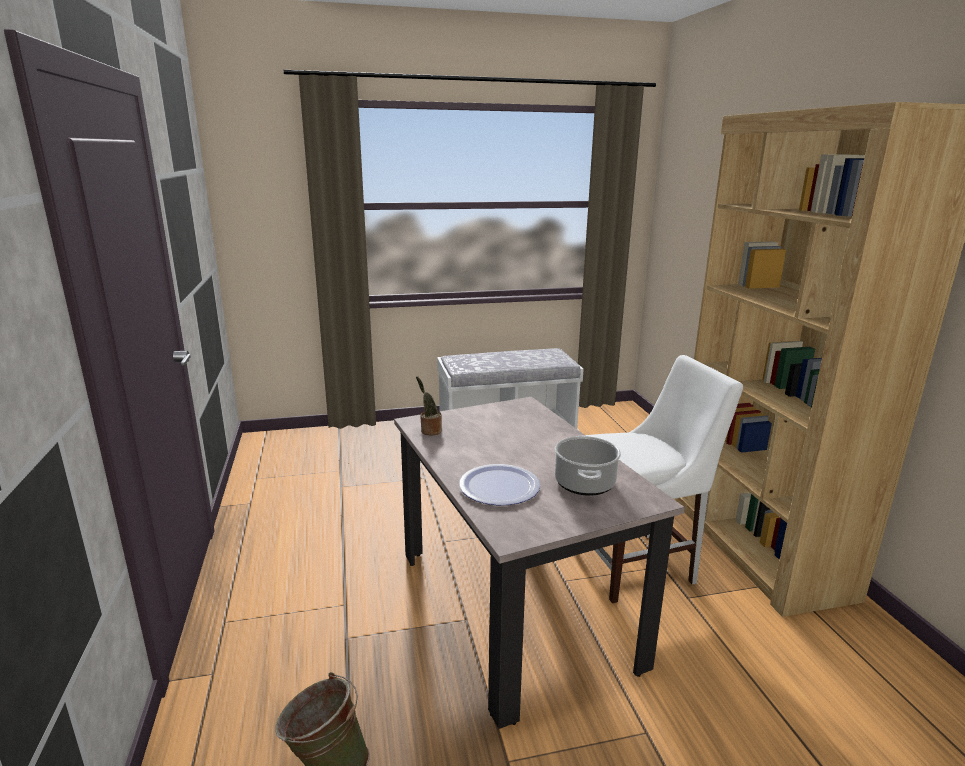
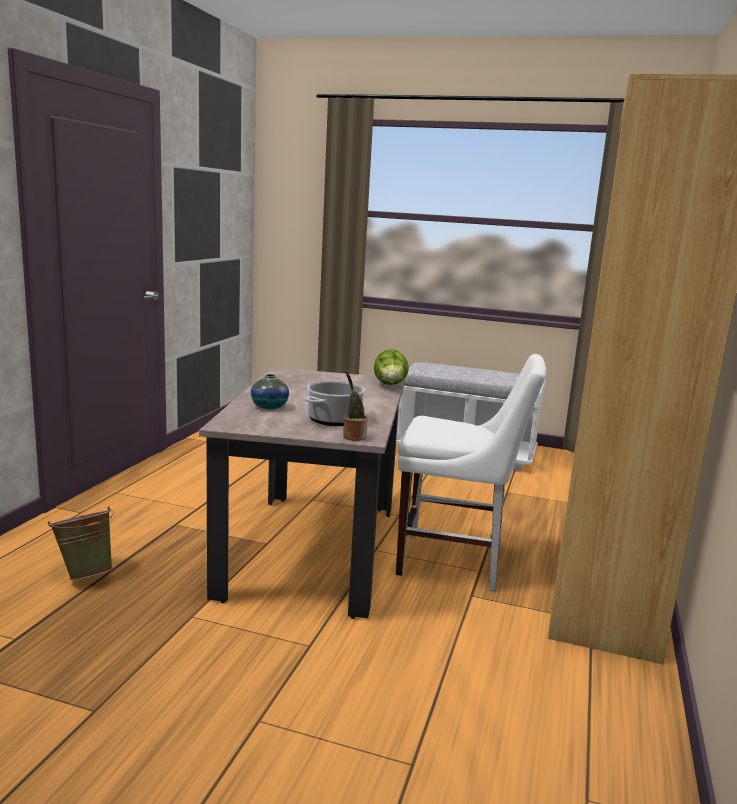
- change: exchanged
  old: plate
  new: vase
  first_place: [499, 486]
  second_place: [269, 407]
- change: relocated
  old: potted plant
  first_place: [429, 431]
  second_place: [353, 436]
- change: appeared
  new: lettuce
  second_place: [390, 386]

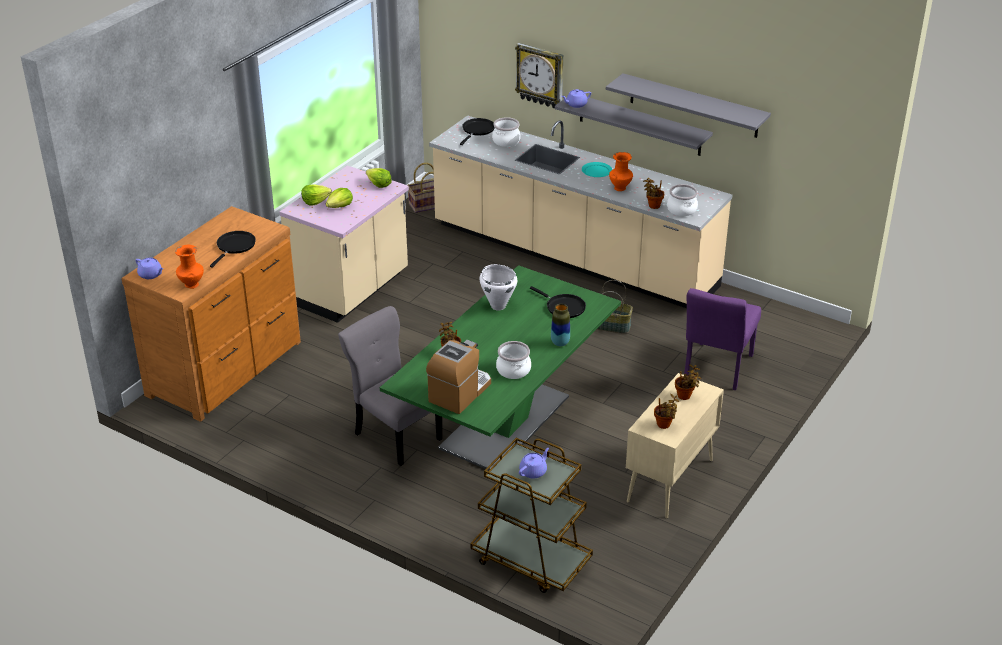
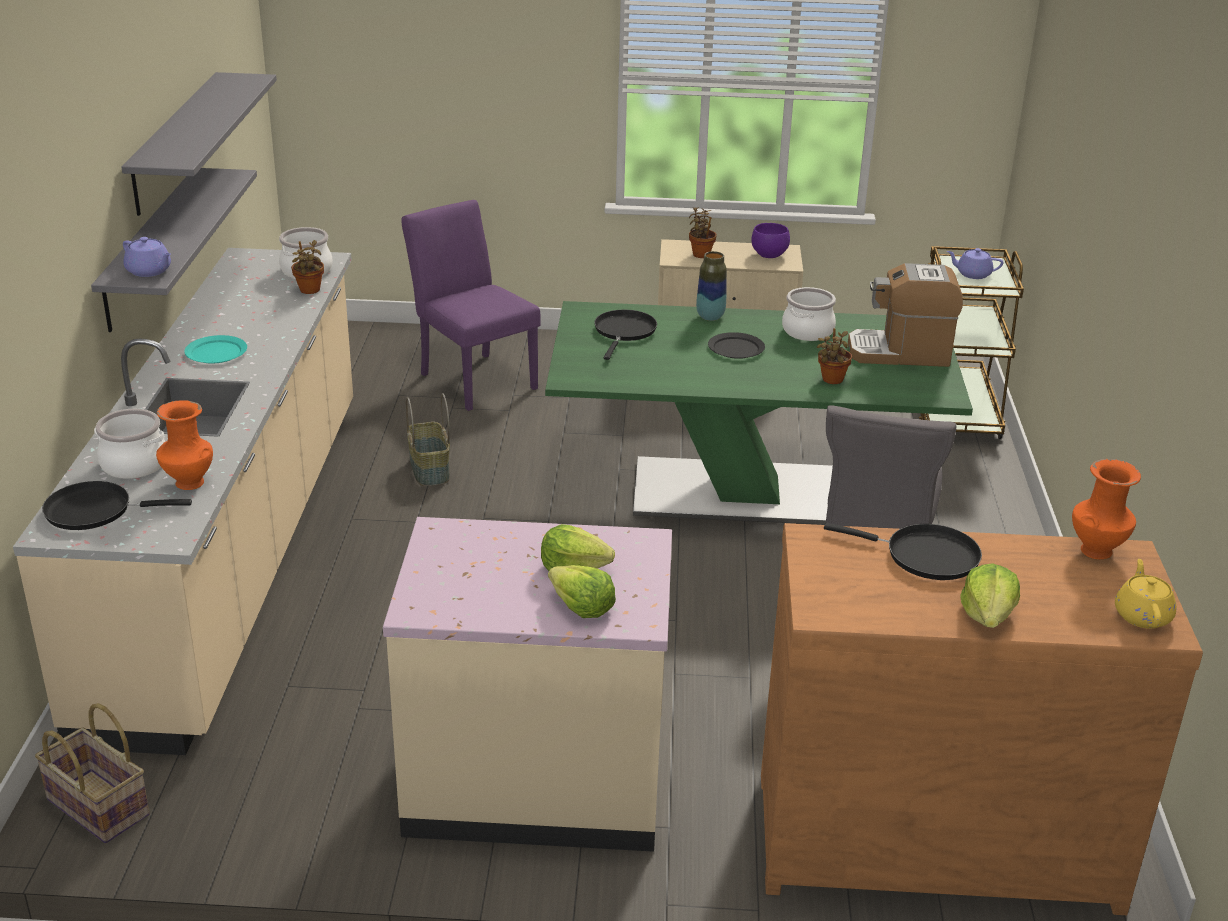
- change: relocated
  old: orange vase
  first_place: [620, 188]
  second_place: [188, 483]
- change: spun
  old: purple chair
  first_place: [716, 370]
  second_place: [473, 378]
  degrees: -120
- change: appeared
  new: black plate
  second_place: [735, 348]
- change: exchanged
  old: potted plant
  new: purple bowl
  first_place: [664, 425]
  second_place: [768, 255]
- change: spun
  old: black frying pan
  first_place: [234, 246]
  second_place: [925, 556]
  degrees: -150
- change: relocated
  old: lettuce
  first_place: [379, 184]
  second_place: [988, 615]
- change: colour
  old: purple teapot
  new: yellow teapot
  first_place: [151, 275]
  second_place: [1142, 615]
- change: missing
  old: white cooking pot
  first_place: [498, 306]
- change: missing
  old: wall clock
  first_place: [540, 75]

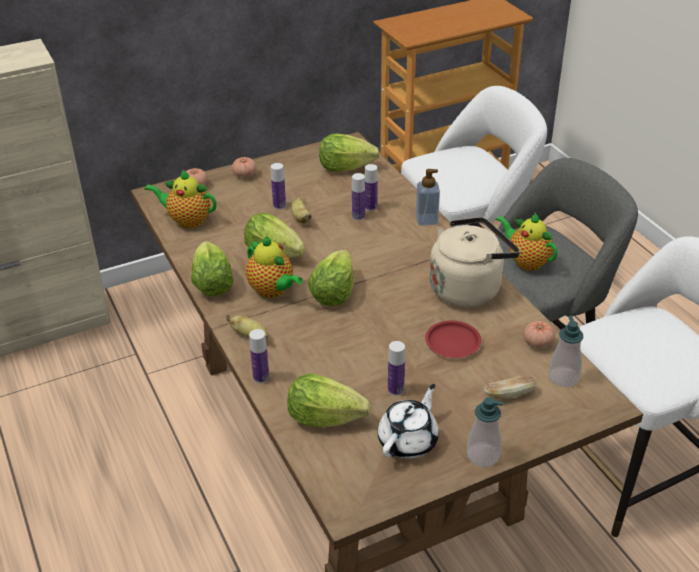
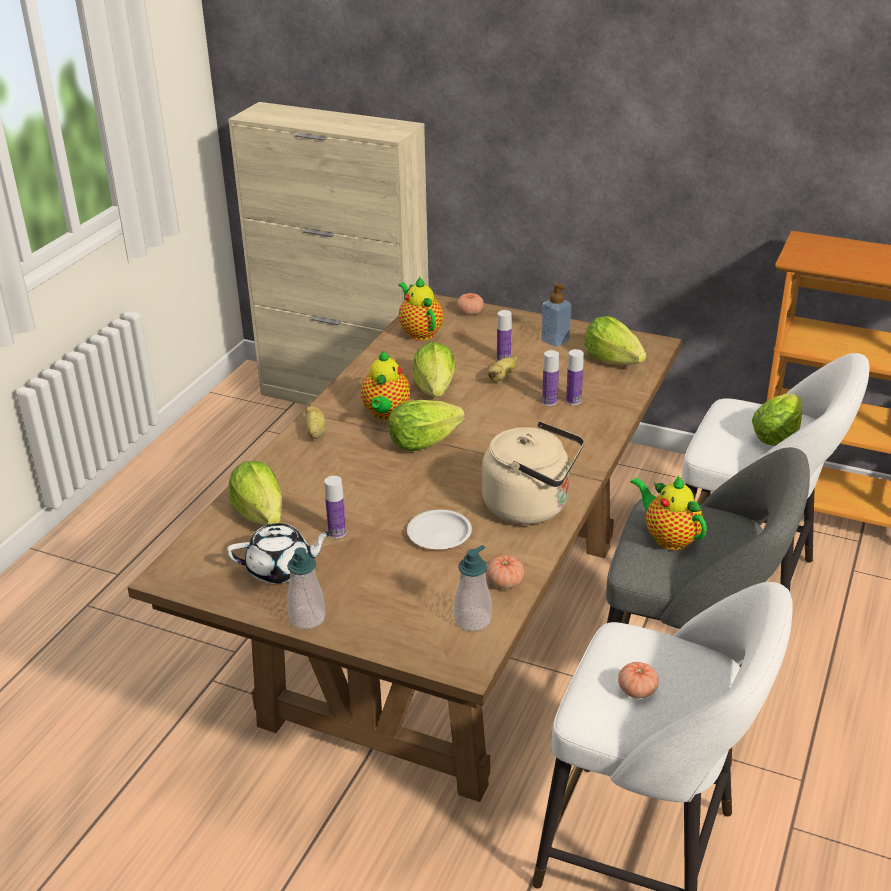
- change: colour
  old: red plate
  new: white plate
  first_place: [452, 343]
  second_place: [438, 534]
- change: relocated
  old: soap dispenser
  first_place: [426, 220]
  second_place: [555, 340]
- change: relocated
  old: tomato
  first_place: [244, 175]
  second_place: [637, 690]
- change: spun
  old: teapot
  first_place: [526, 261]
  second_place: [668, 538]
  degrees: -45
- change: relocated
  old: lettuce
  first_place: [212, 284]
  second_place: [776, 436]
- change: missing
  old: bottle
  first_place: [261, 377]
- change: missing
  old: bread
  first_place: [508, 394]

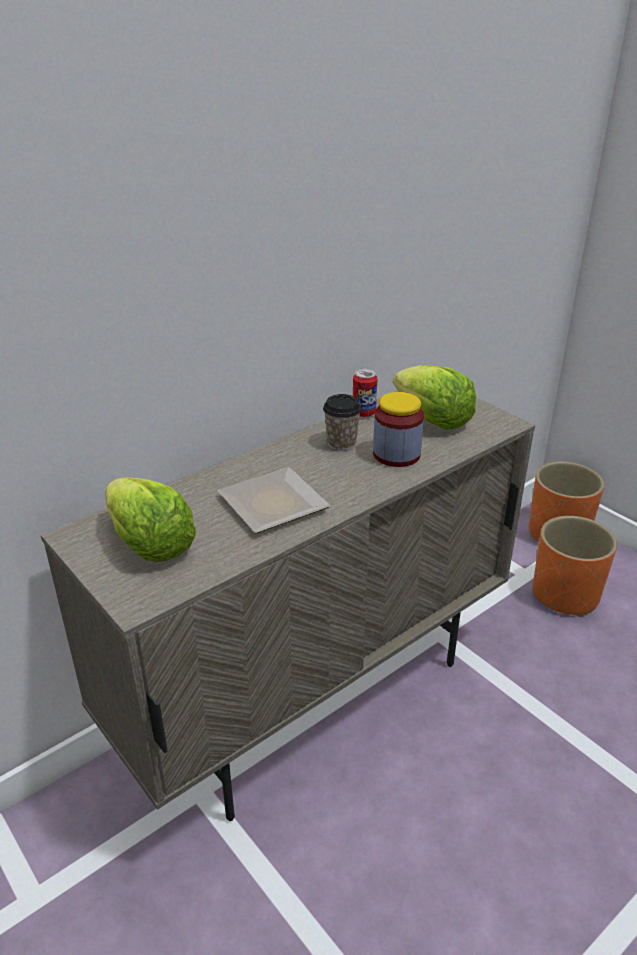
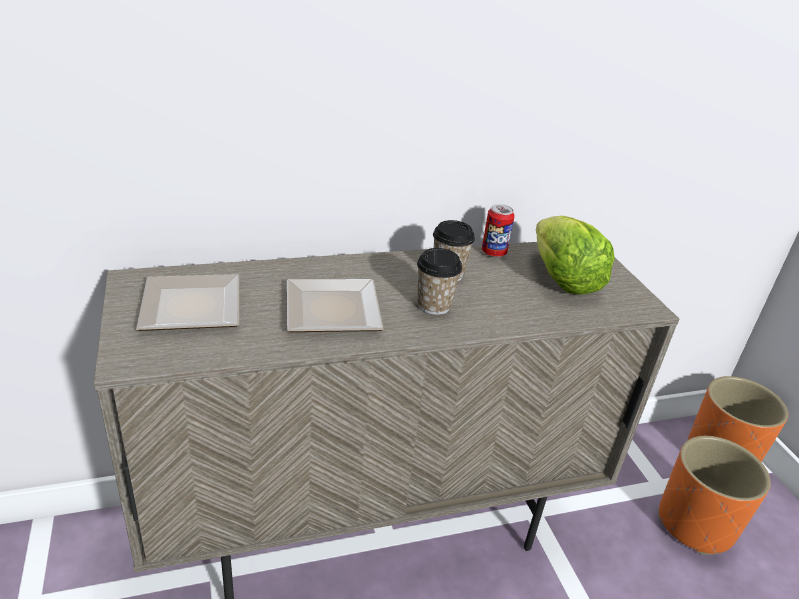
- change: exchanged
  old: lettuce
  new: plate
  first_place: [149, 544]
  second_place: [188, 309]
- change: appeared
  new: cup
  second_place: [434, 305]
- change: missing
  old: jar
  first_place: [396, 454]

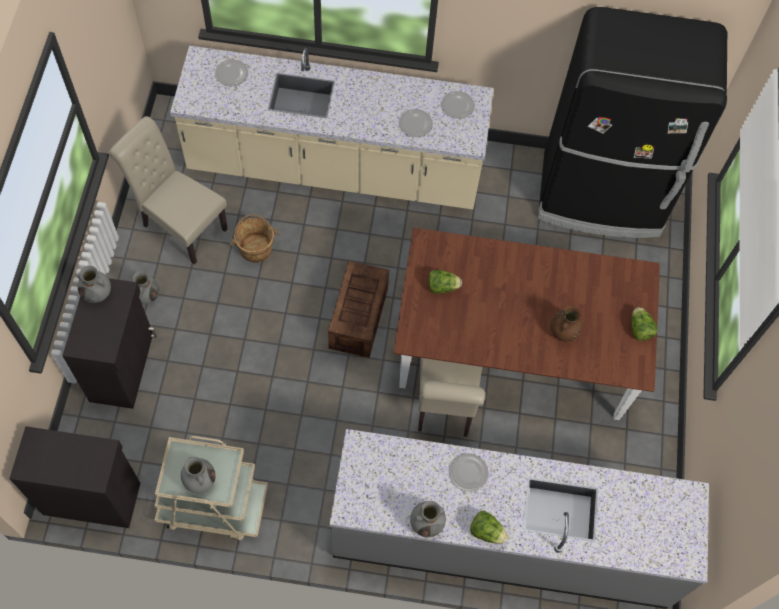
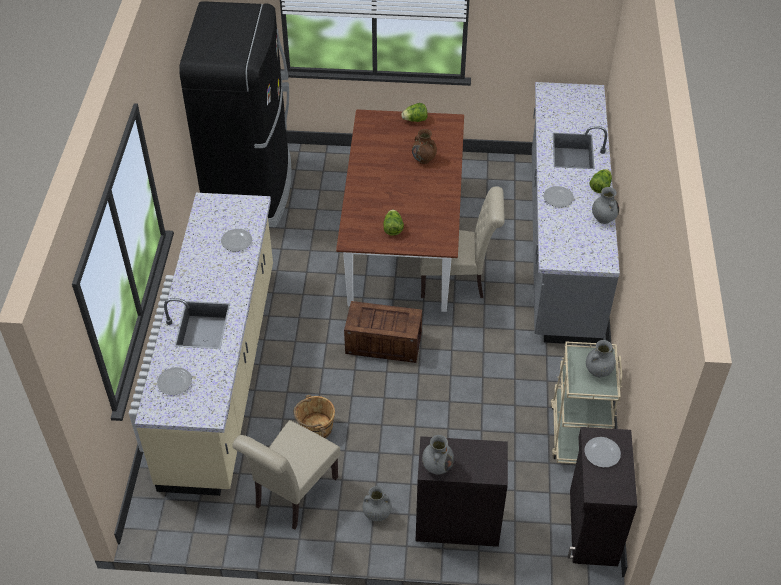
- change: relocated
  old: plate
  first_place: [457, 105]
  second_place: [601, 453]

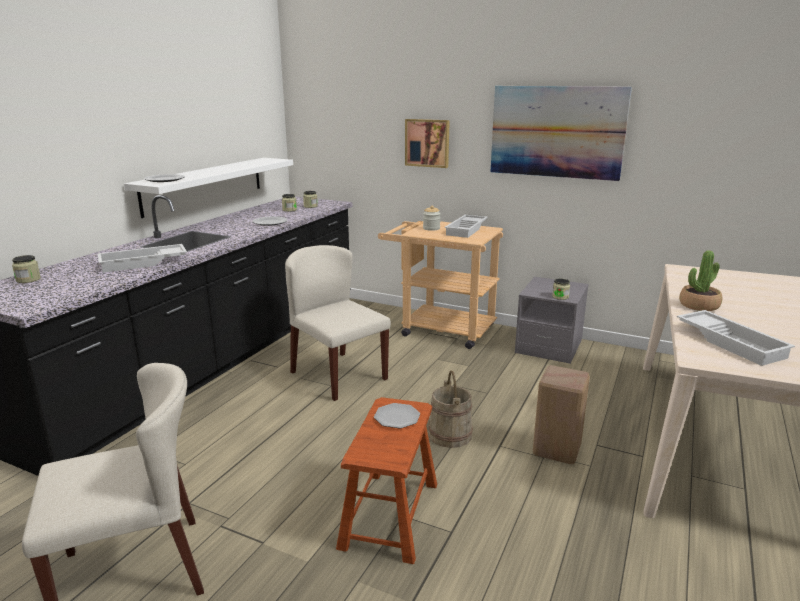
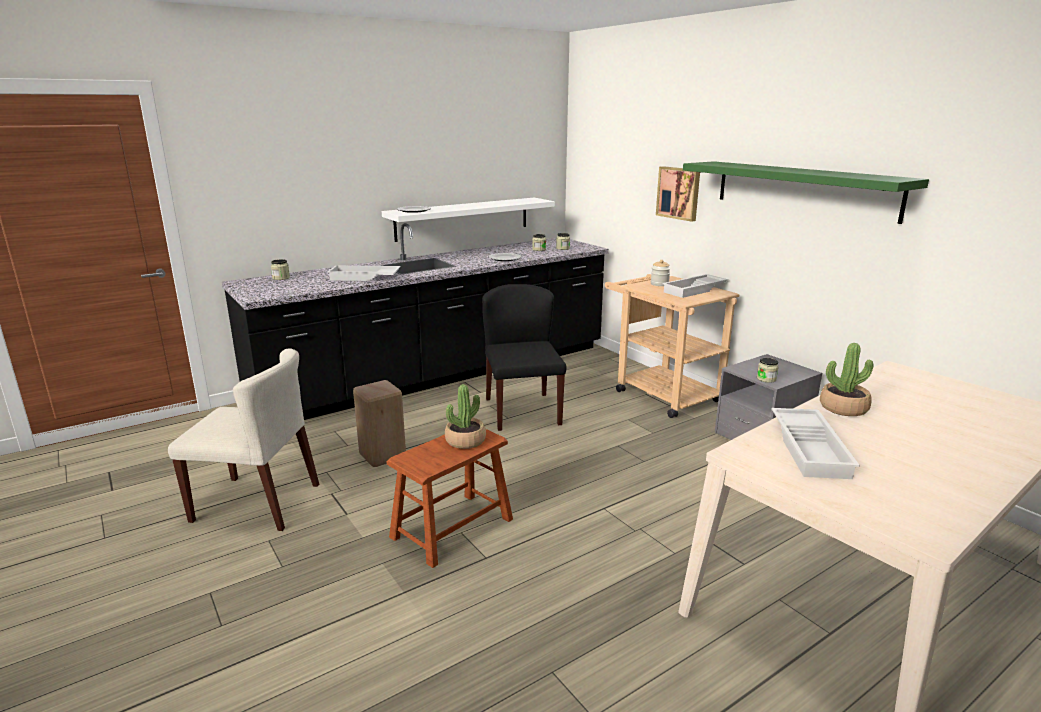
- change: relocated
  old: beige stool
  first_place: [555, 449]
  second_place: [383, 455]
- change: exchanged
  old: plate
  new: potted plant
  first_place: [396, 417]
  second_place: [465, 440]
- change: colour
  old: beige chair
  new: black chair
  first_place: [338, 375]
  second_place: [522, 411]
- change: exchanged
  old: picture
  new: green shelf
  first_place: [557, 132]
  second_place: [803, 189]
- change: missing
  old: beige bucket
  first_place: [450, 435]

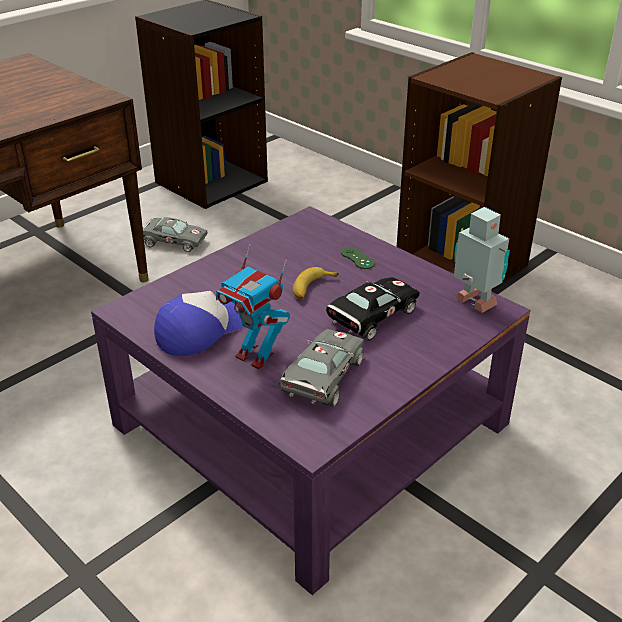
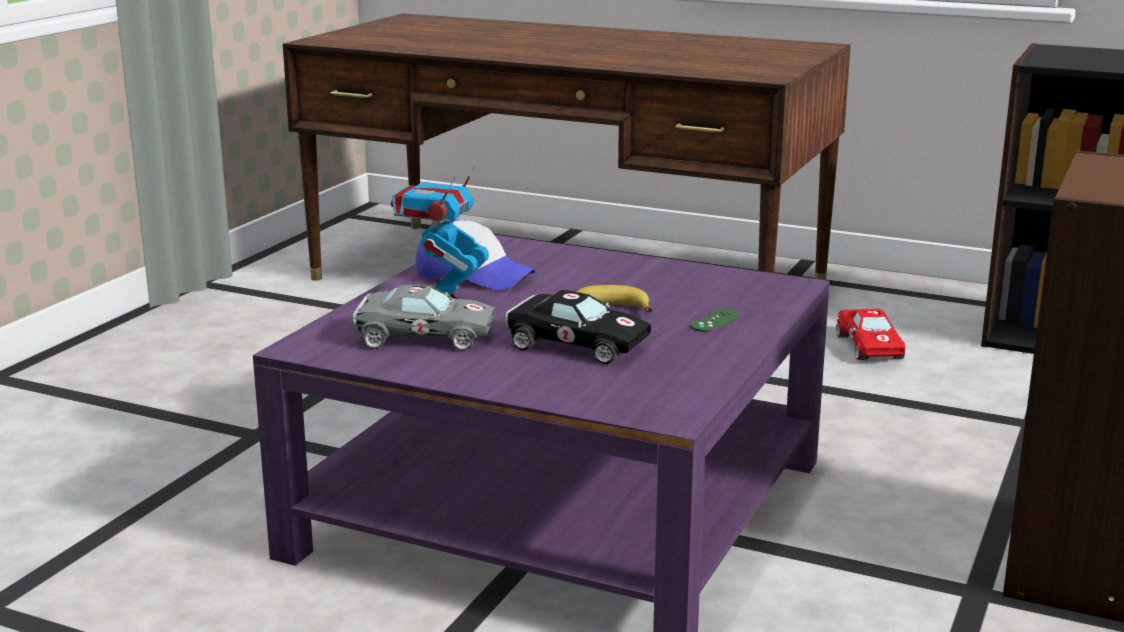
- change: colour
  old: grey toy car
  new: red toy car
  first_place: [172, 241]
  second_place: [869, 346]
- change: missing
  old: toy robot
  first_place: [474, 304]

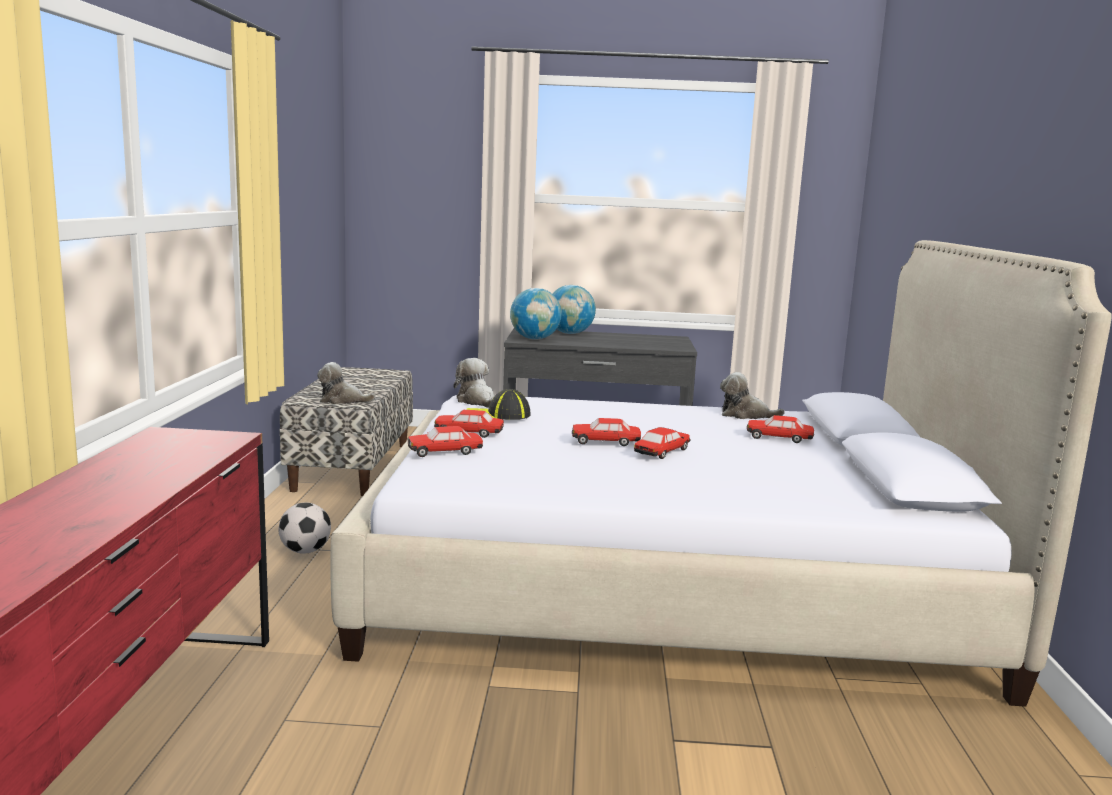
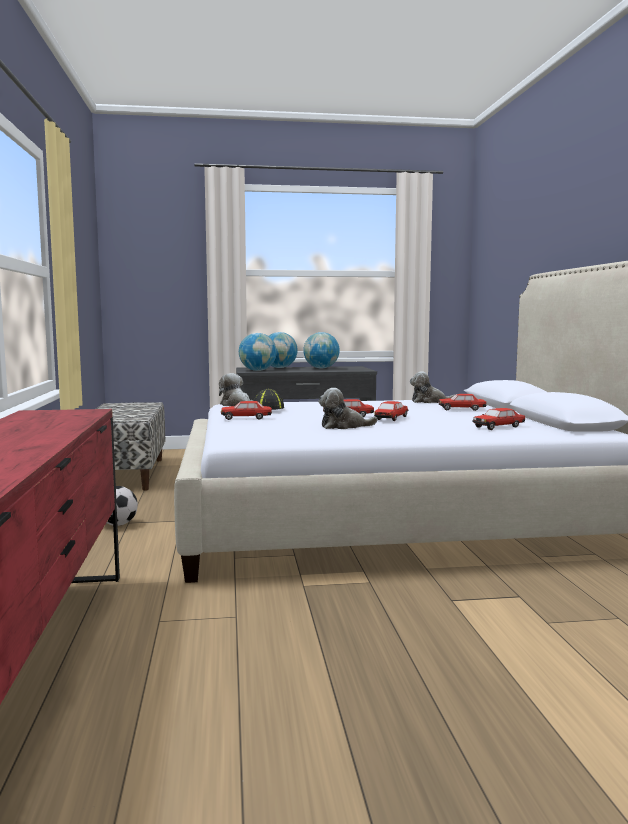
- change: appeared
  new: globe
  second_place: [321, 368]
- change: relocated
  old: plush toy
  first_place: [342, 400]
  second_place: [344, 426]
- change: relocated
  old: toy car
  first_place: [445, 452]
  second_place: [498, 427]

